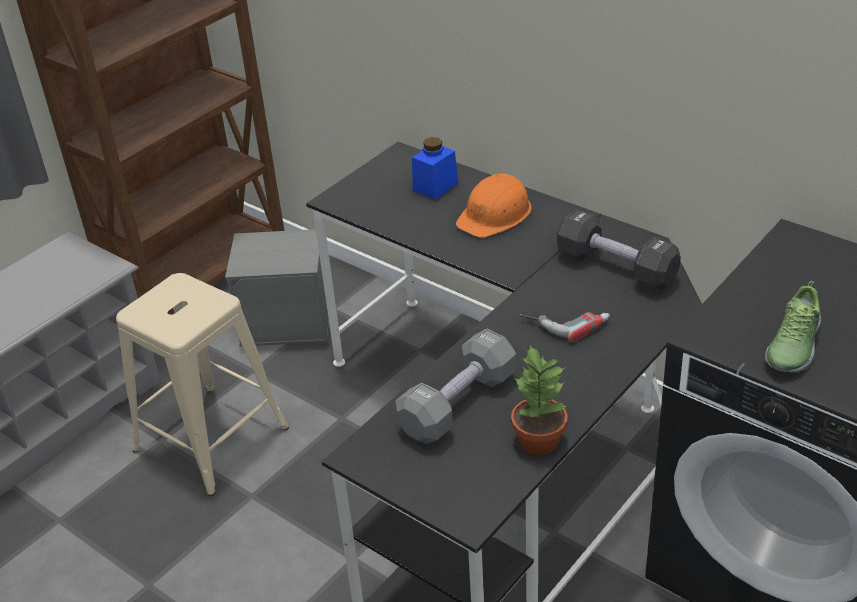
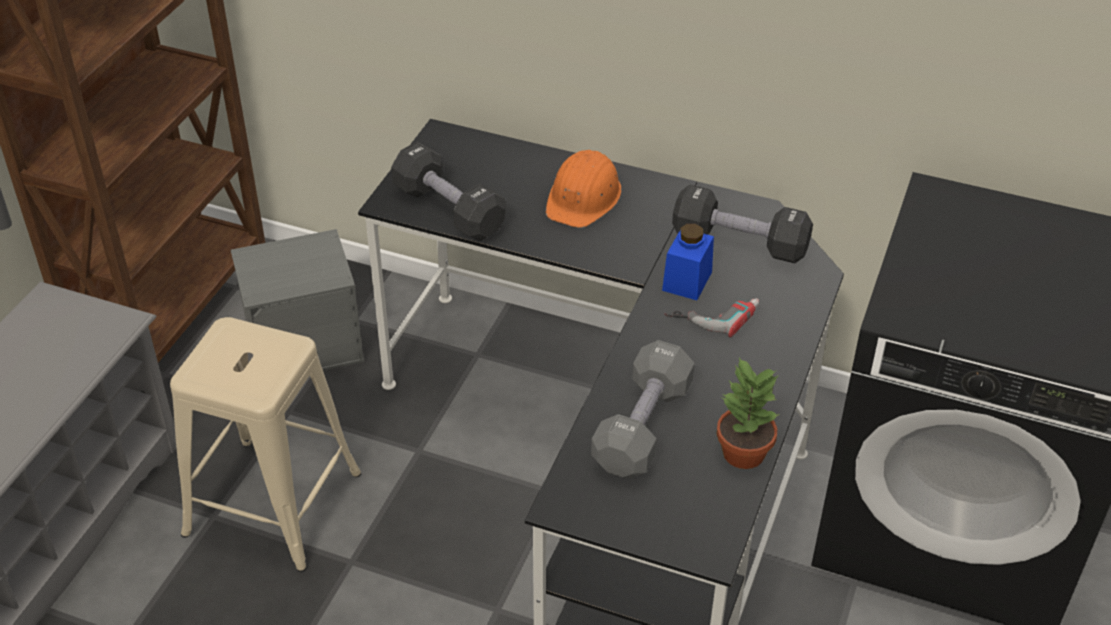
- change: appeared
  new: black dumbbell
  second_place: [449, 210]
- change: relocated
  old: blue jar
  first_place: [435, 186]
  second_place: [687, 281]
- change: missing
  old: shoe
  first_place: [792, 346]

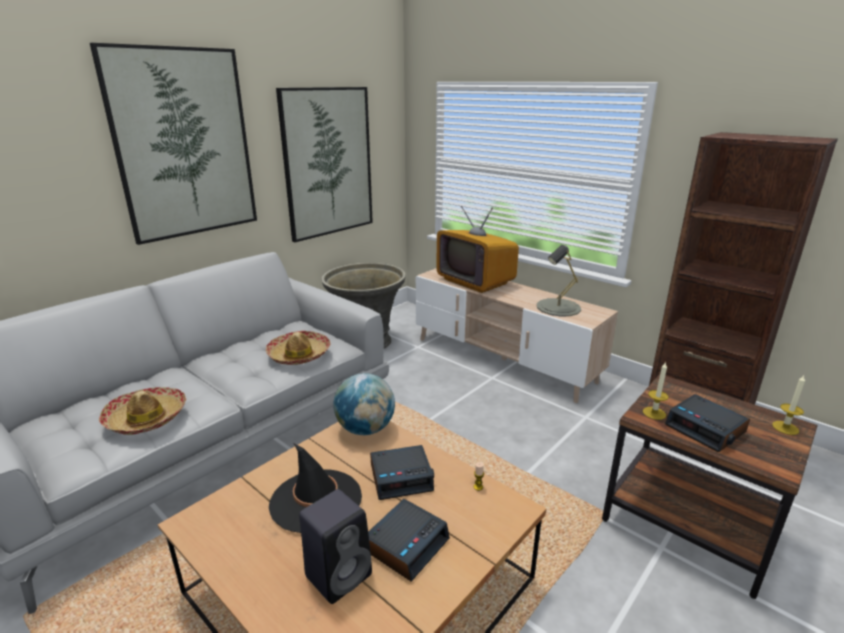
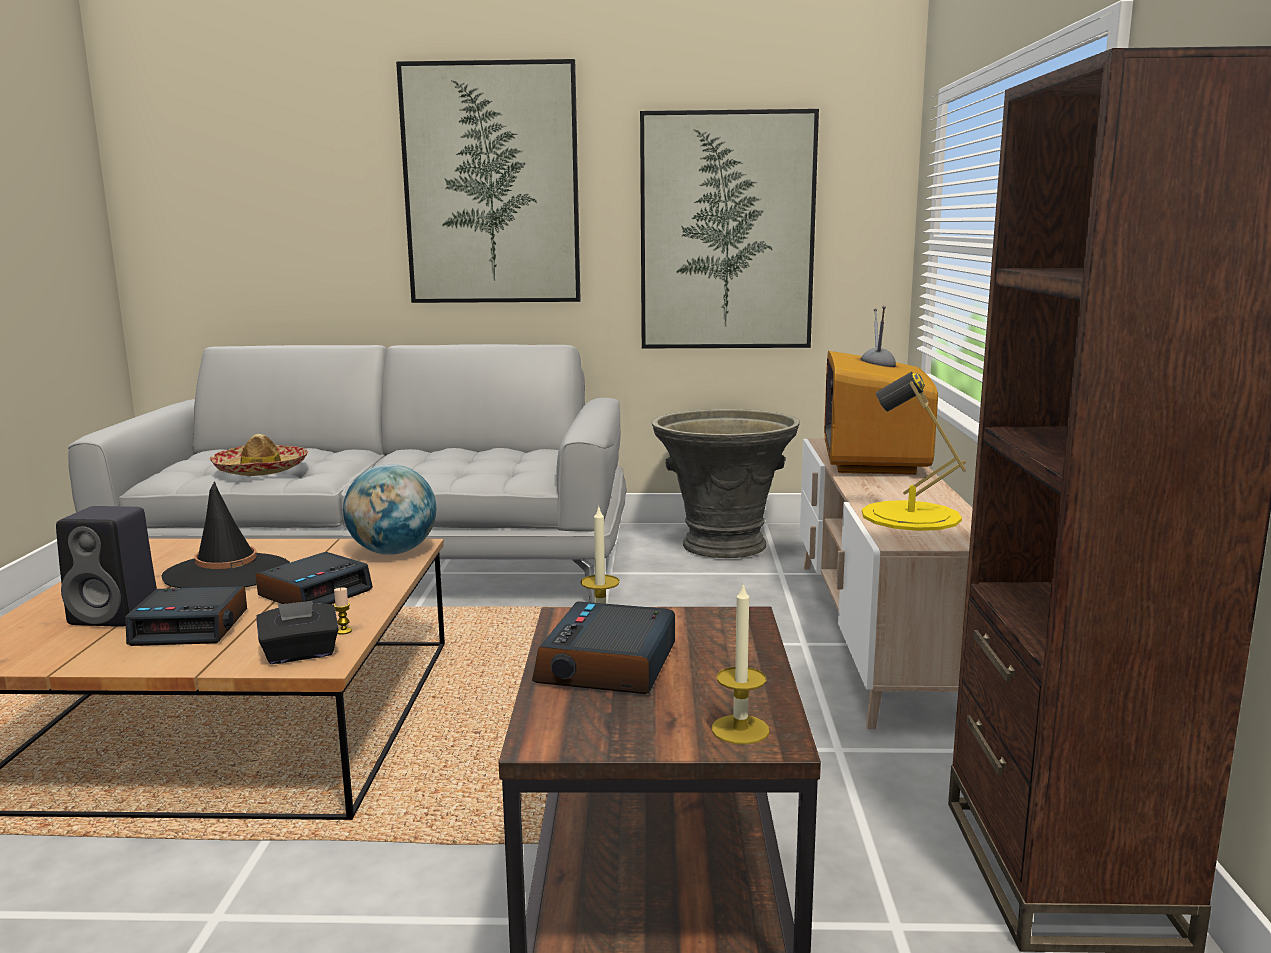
- change: spun
  old: alarm clock
  first_place: [402, 477]
  second_place: [316, 593]
  degrees: -90
- change: appeared
  new: black tissue box
  second_place: [300, 654]
- change: colour
  old: grey table lamp
  new: yellow table lamp
  first_place: [558, 307]
  second_place: [910, 516]
- change: missing
  old: hat
  first_place: [299, 355]

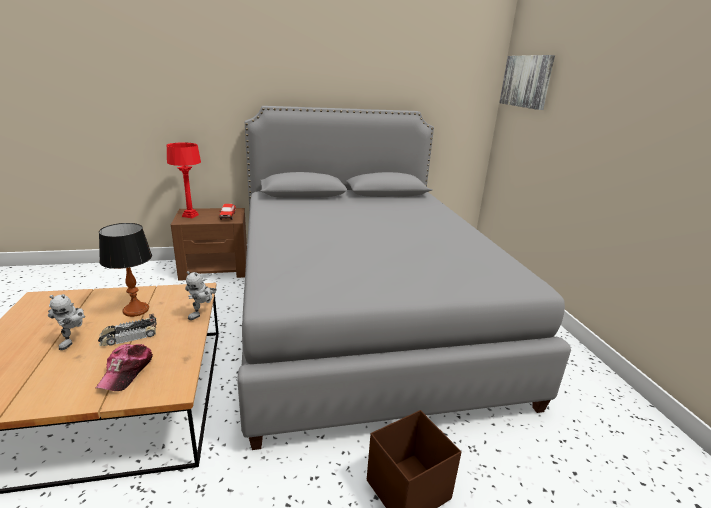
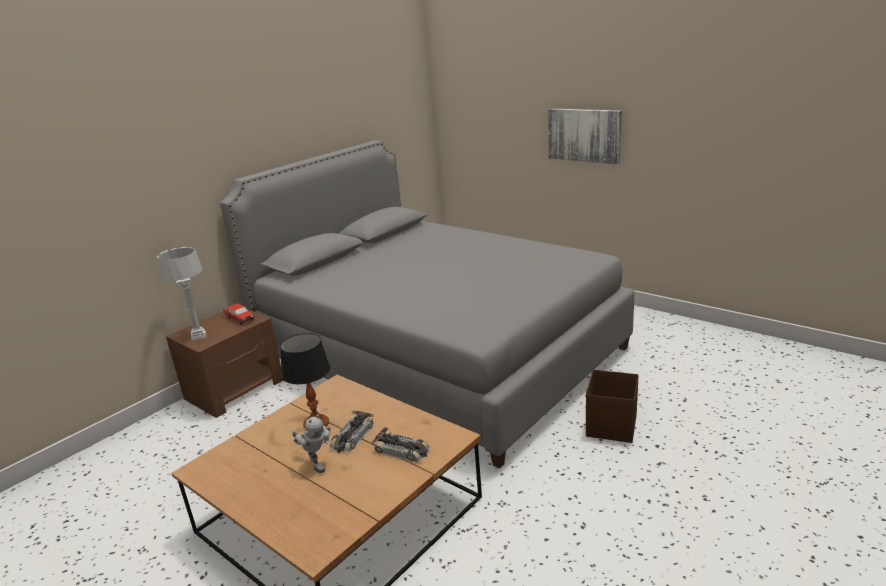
- change: colour
  old: red table lamp
  new: grey table lamp
  first_place: [190, 215]
  second_place: [198, 336]
- change: exchanged
  old: cap
  new: toy car
  first_place: [126, 371]
  second_place: [402, 450]
- change: relocated
  old: picture
  first_place: [526, 81]
  second_place: [584, 135]
- change: missing
  old: toy robot
  first_place: [203, 314]

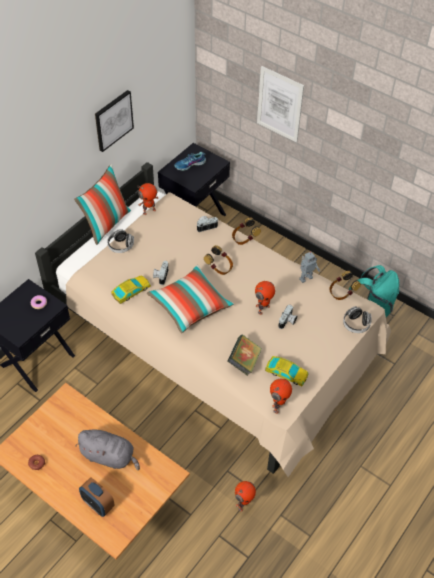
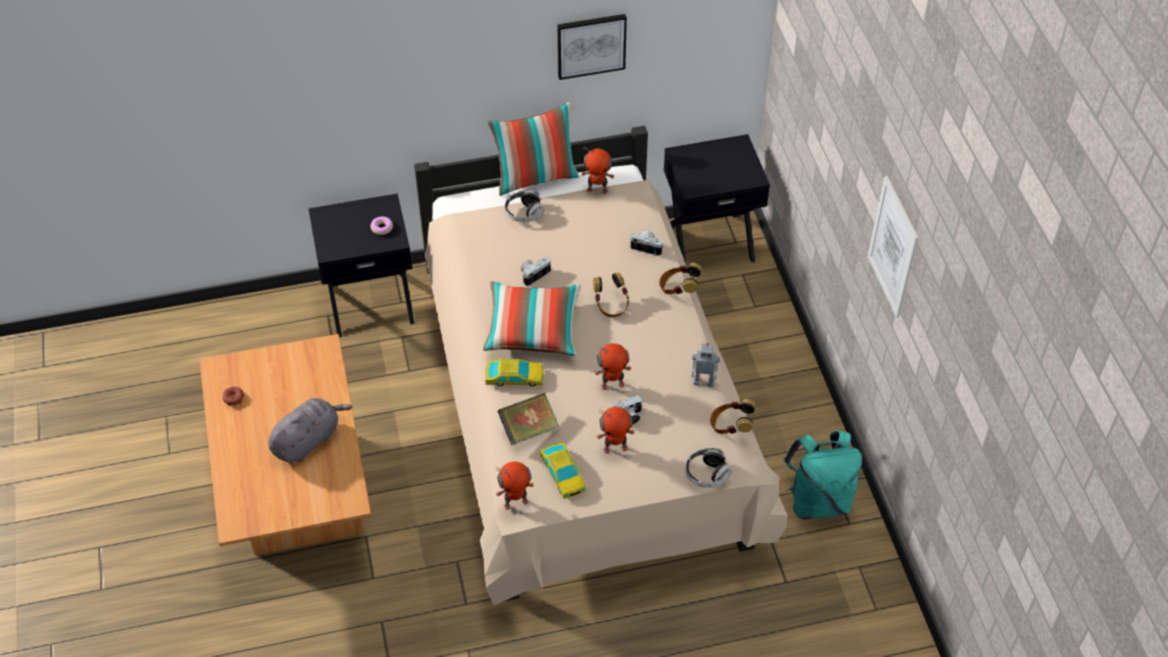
- change: spun
  old: grey plush toy
  first_place: [109, 456]
  second_place: [308, 440]
  degrees: -105
- change: relocated
  old: toy car
  first_place: [131, 291]
  second_place: [514, 377]
- change: relocated
  old: toy robot
  first_place: [243, 504]
  second_place: [615, 448]
- change: relocated
  old: picture
  first_place: [280, 104]
  second_place: [893, 247]
- change: missing
  old: alarm clock
  first_place: [98, 504]
- change: missing
  old: shoe
  first_place: [190, 165]

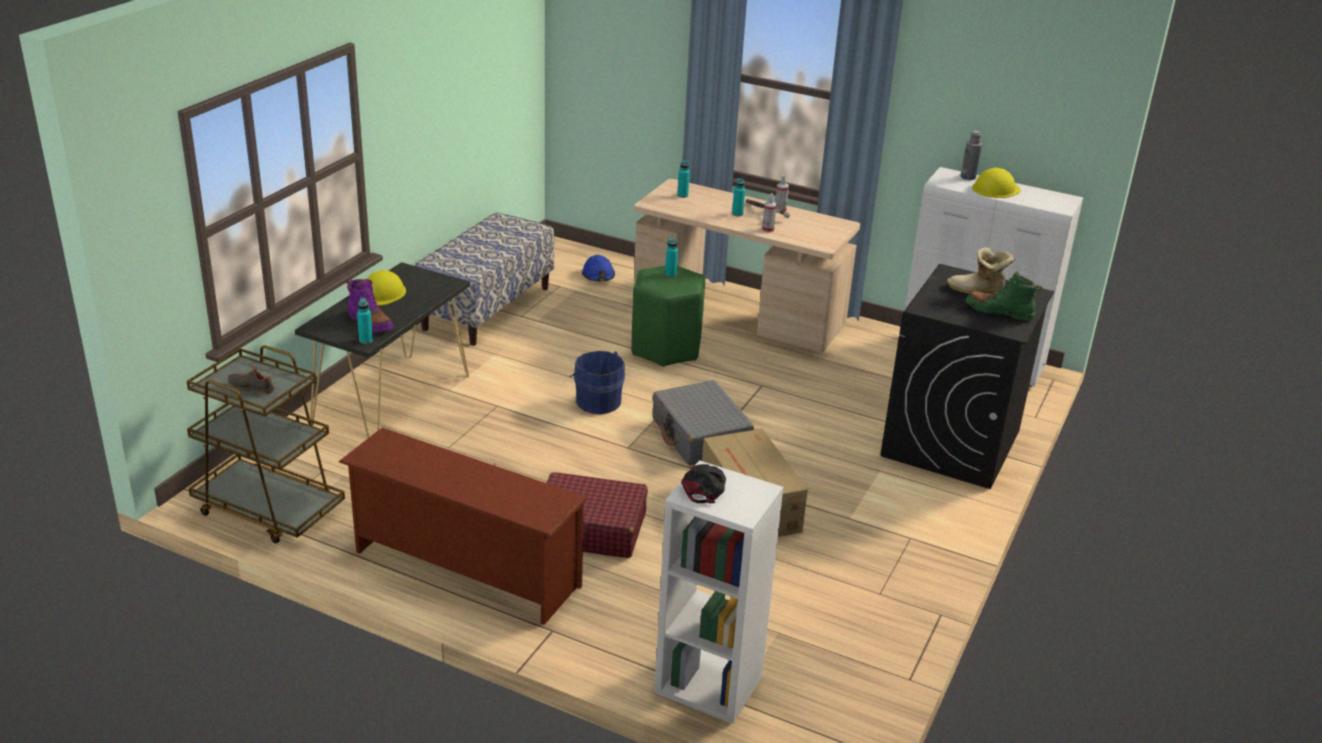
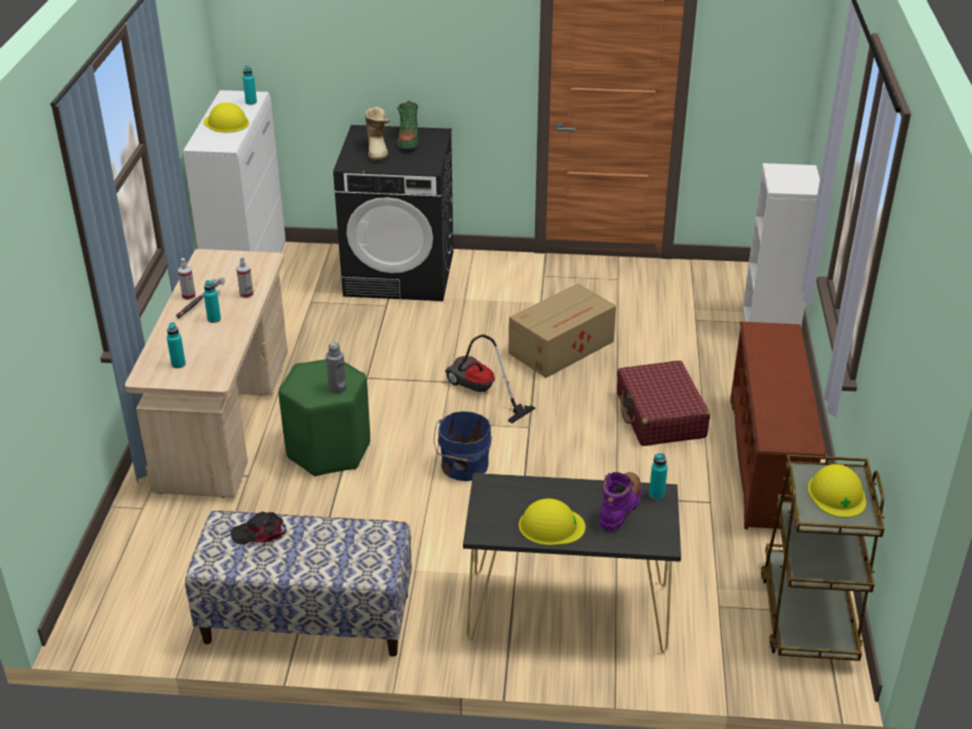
- change: relocated
  old: black cap
  first_place: [704, 487]
  second_place: [259, 533]
- change: relocated
  old: turquoise bottle
  first_place: [670, 274]
  second_place: [251, 102]
- change: relocated
  old: grey bottle
  first_place: [968, 177]
  second_place: [337, 388]
- change: exchanged
  old: grey suitcase
  new: vacuum cleaner
  first_place: [700, 436]
  second_place: [479, 392]
- change: exchanged
  old: black shoe
  new: yellow hard hat
  first_place: [252, 387]
  second_place: [837, 494]
- change: missing
  old: blue hard hat
  first_place: [598, 276]

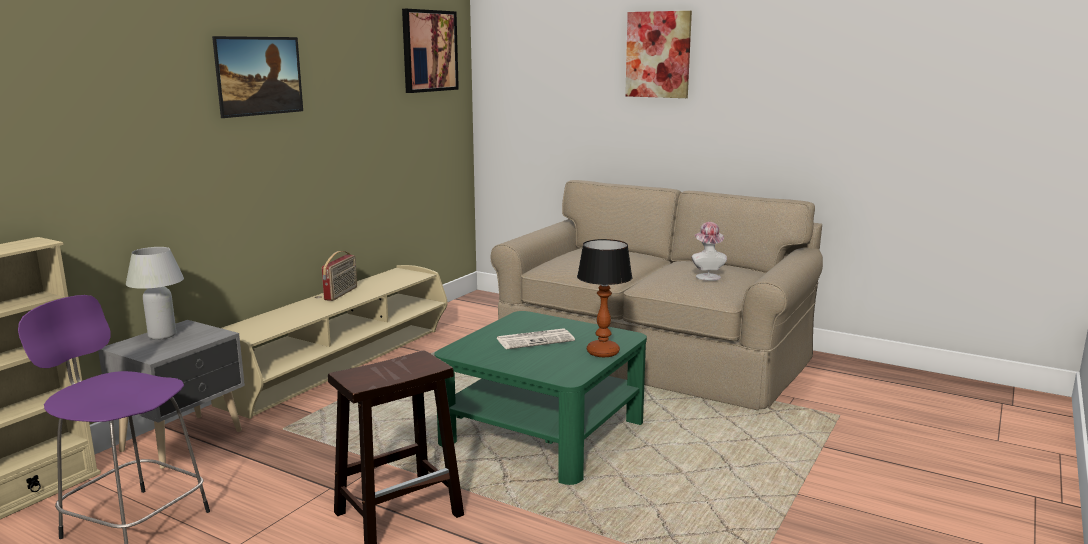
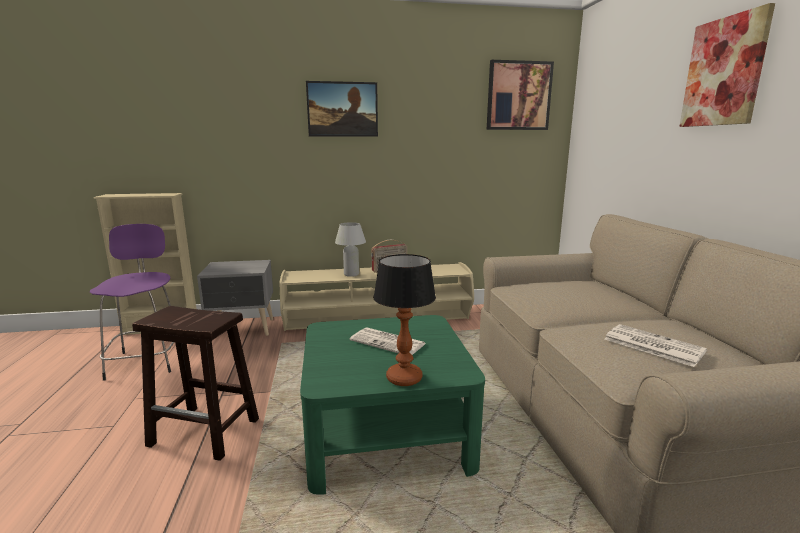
- change: relocated
  old: white table lamp
  first_place: [162, 335]
  second_place: [351, 274]
- change: exchanged
  old: hat
  new: newspaper
  first_place: [707, 276]
  second_place: [651, 345]

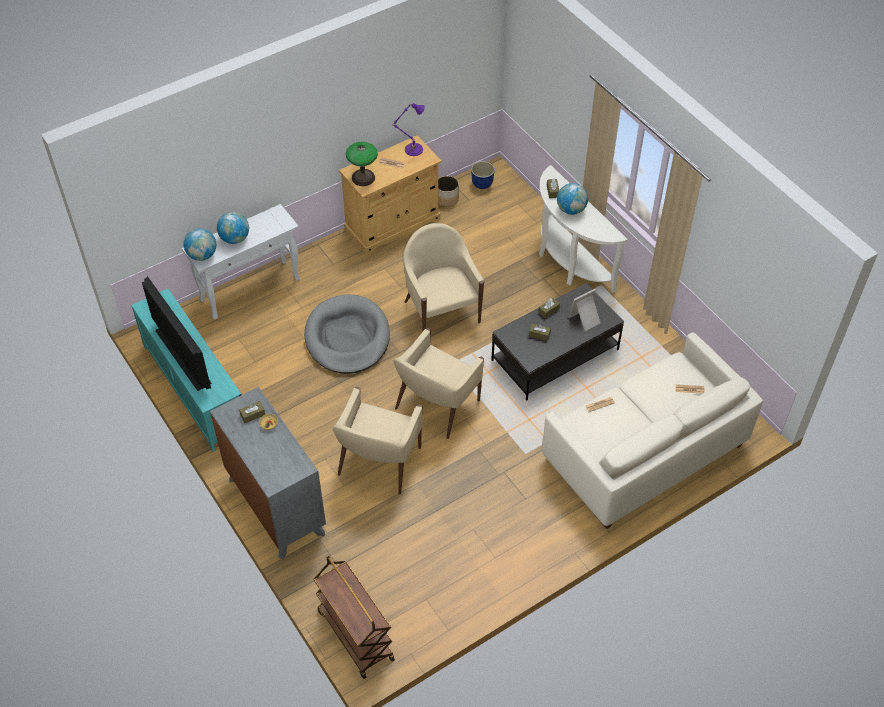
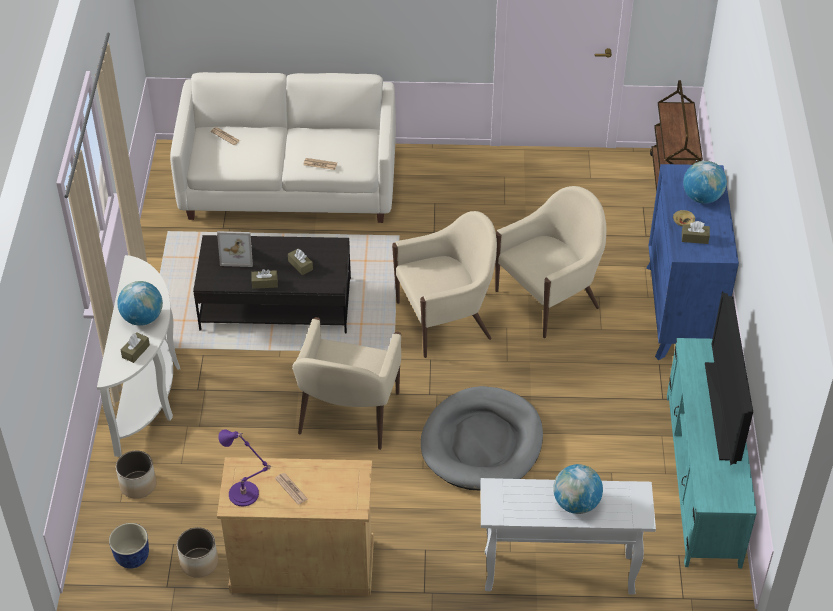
- change: appeared
  new: planter
  second_place: [138, 485]
- change: colour
  old: grey dresser
  new: blue dresser
  first_place: [276, 506]
  second_place: [681, 312]
- change: relocated
  old: globe
  first_place: [202, 255]
  second_place: [702, 197]
- change: missing
  old: table lamp
  first_place: [363, 177]

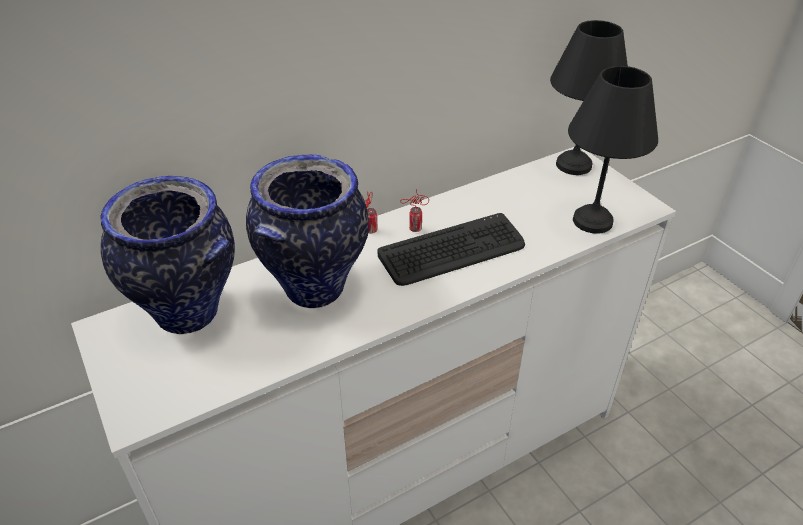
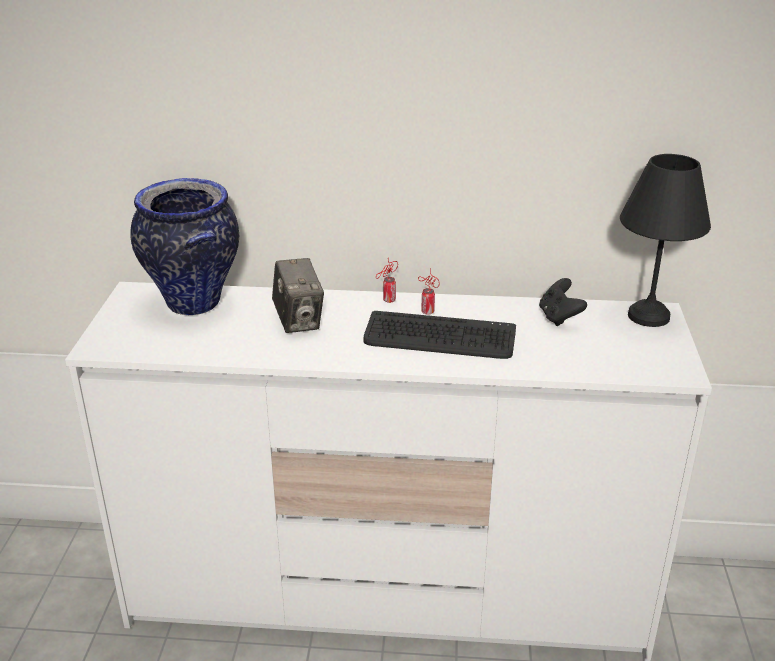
- change: exchanged
  old: vase
  new: photo camera
  first_place: [315, 288]
  second_place: [299, 321]
- change: appeared
  new: black game controller
  second_place: [559, 317]
- change: missing
  old: black table lamp
  first_place: [591, 221]

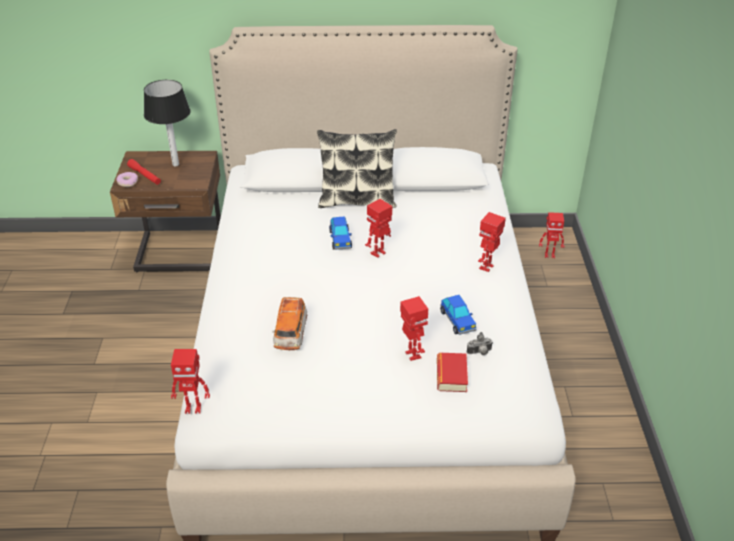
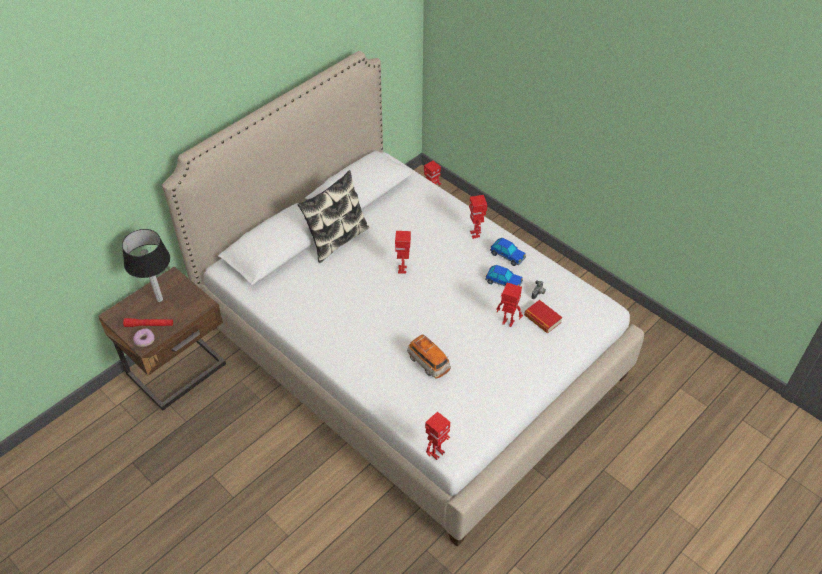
- change: relocated
  old: toy car
  first_place: [340, 239]
  second_place: [507, 256]

